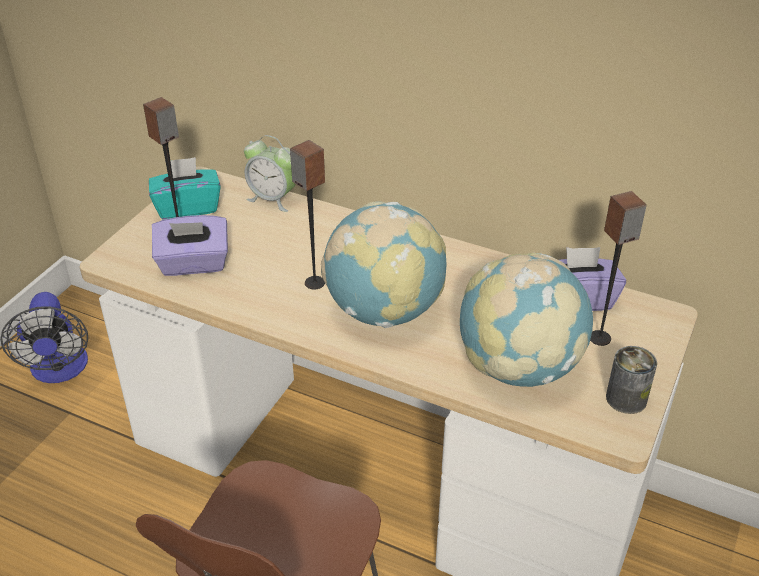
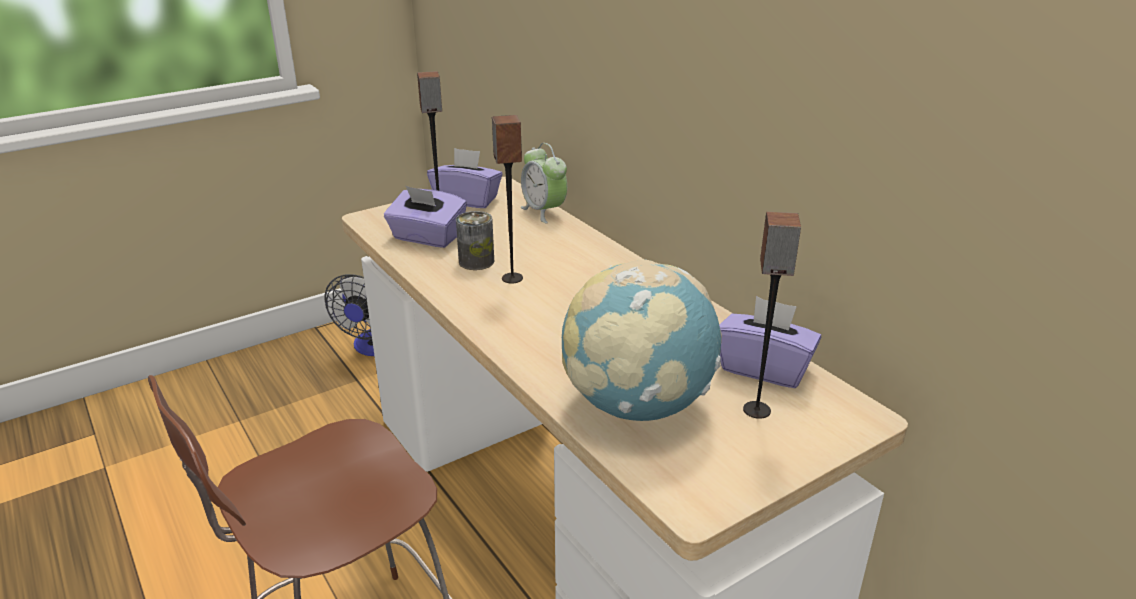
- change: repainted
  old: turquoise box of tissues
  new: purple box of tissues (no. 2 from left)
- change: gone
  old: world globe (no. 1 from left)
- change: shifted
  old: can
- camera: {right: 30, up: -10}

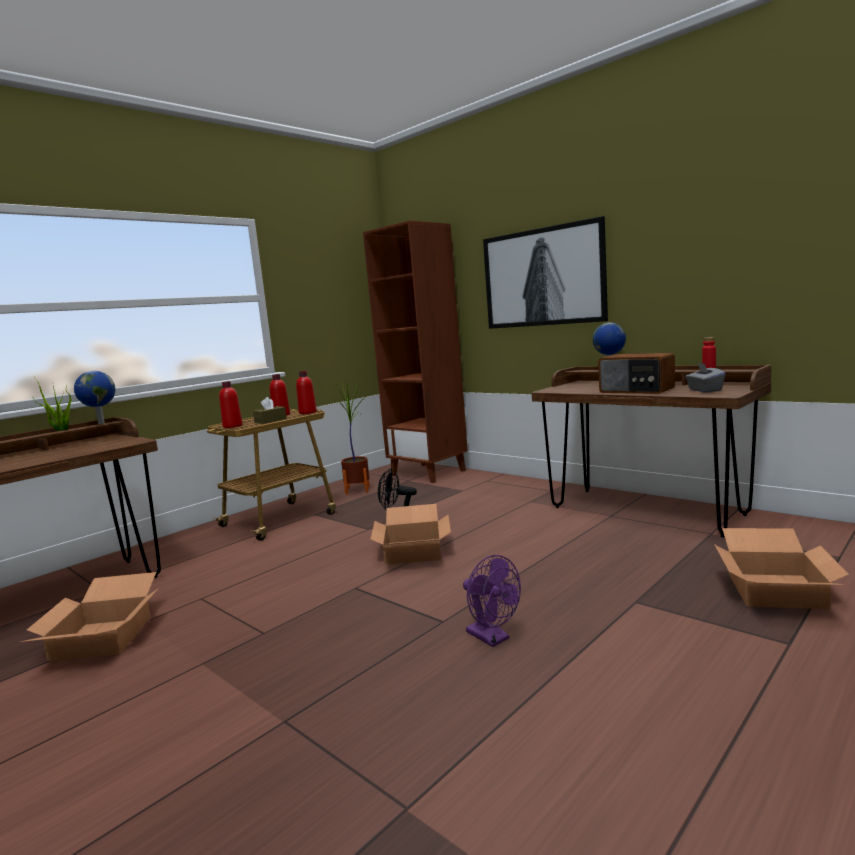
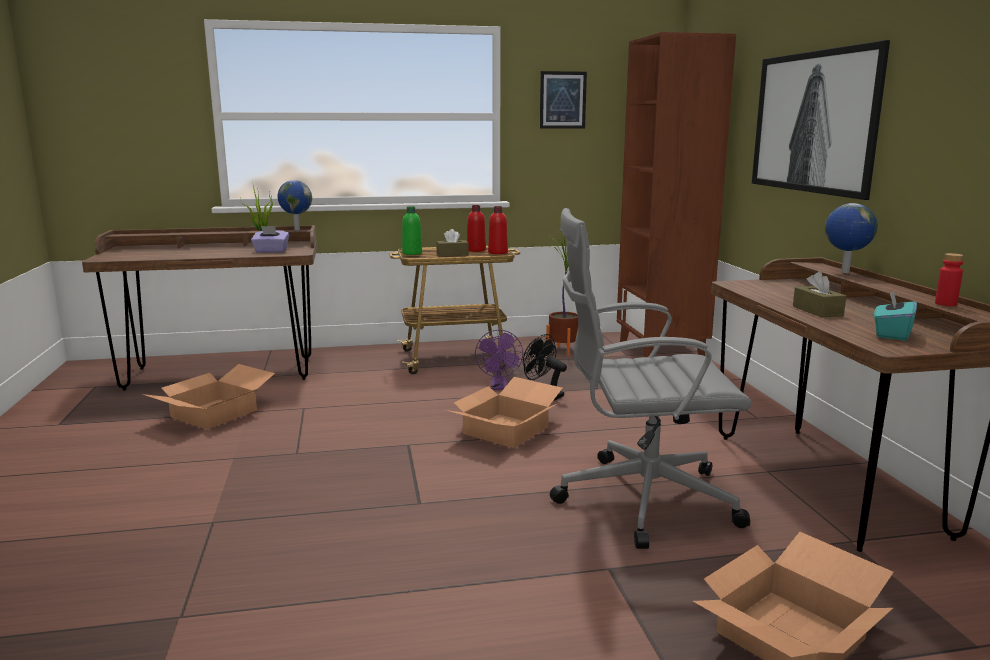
- change: swapped
  old: radio
  new: brown box of tissues (no. 2 from left)
- change: repainted
  old: greyish box of tissues
  new: turquoise box of tissues
- change: repainted
  old: reddish drink bottle (no. 1 from left)
  new: green-coloured drink bottle
- change: shifted
  old: purple cooling fan
- change: new
  new: picture (no. 1 from left)
- change: new
  new: greyish office chair
- change: new
  new: purple box of tissues
- camera: {right: 35, up: 5}

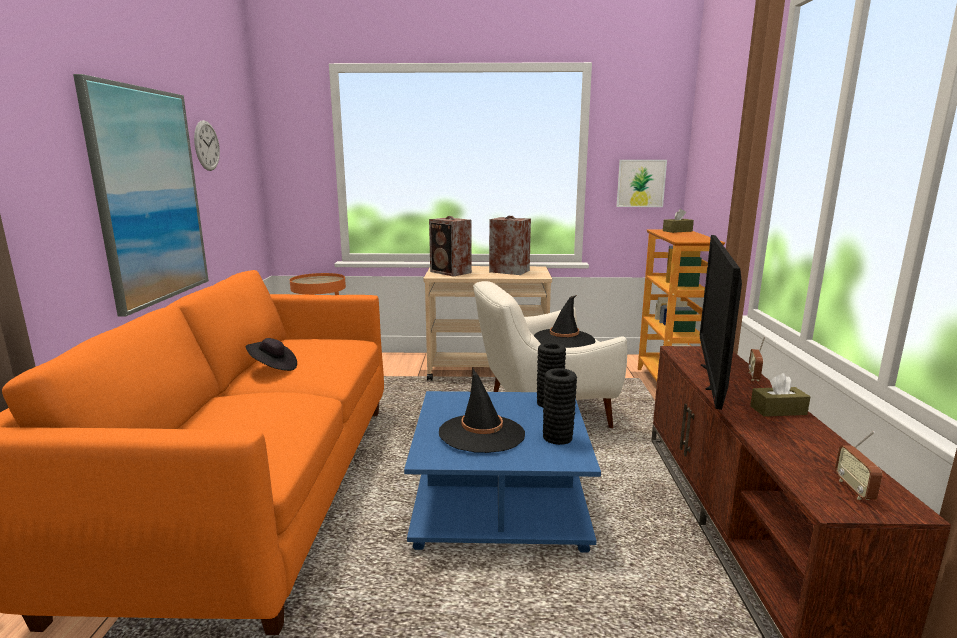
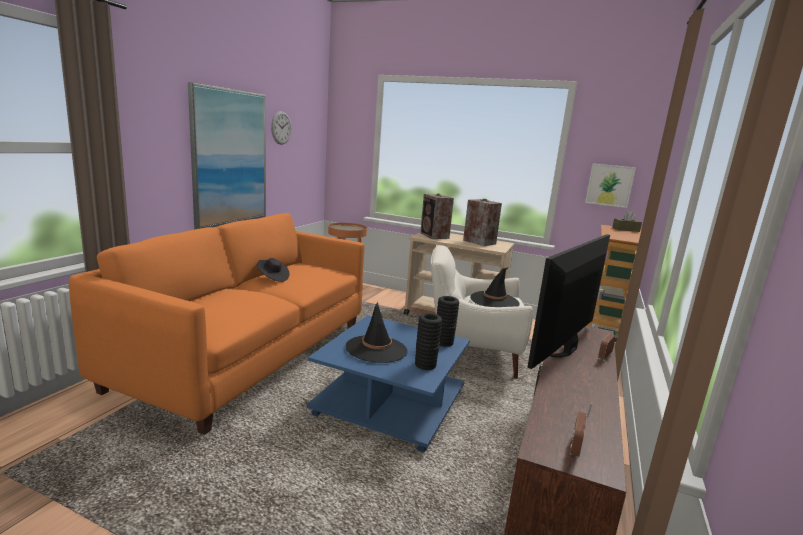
- change: gone
  old: brown box of tissues (no. 2 from left)
- camera: {right: 20, up: 0}

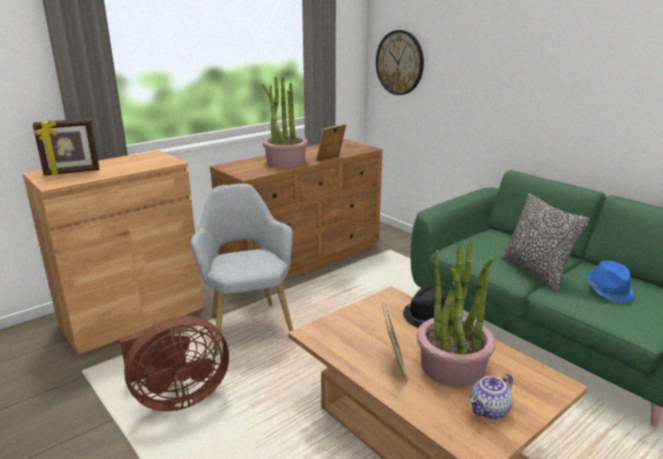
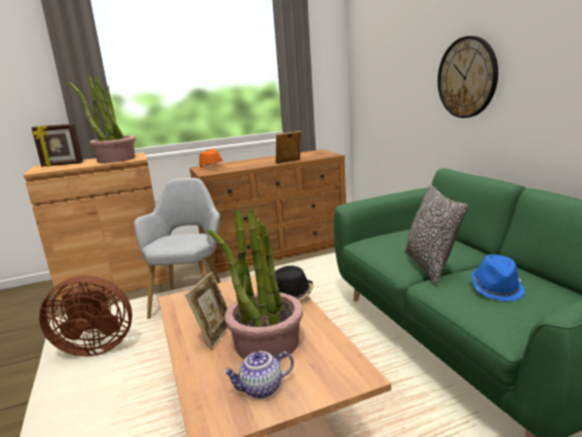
- change: shifted
  old: hanging clock
- change: shifted
  old: potted plant (no. 1 from left)
- change: new
  new: orange hat
- camera: {right: 20, up: -5}

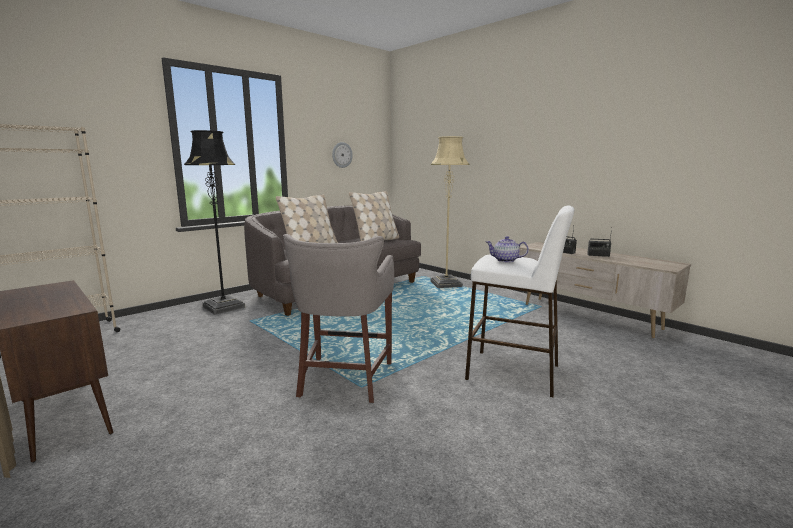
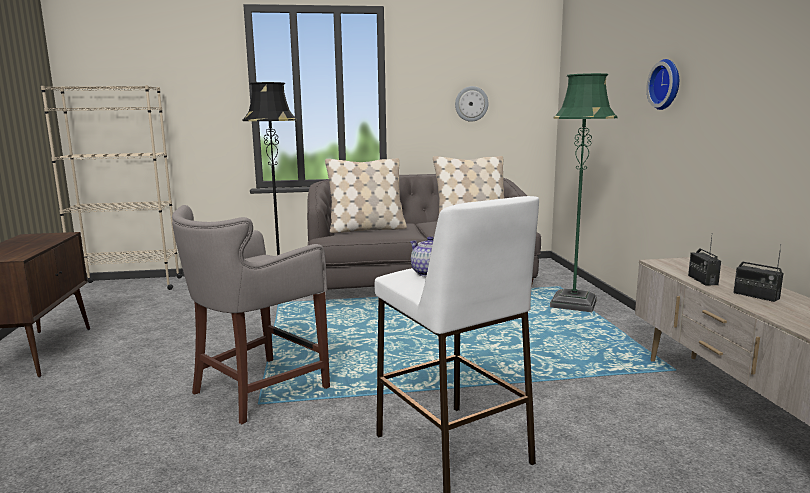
- change: repainted
  old: sand-coloured standing lamp
  new: green-coloured standing lamp
- change: new
  new: hanging clock (no. 2 from left)
- camera: {right: 35, up: 0}

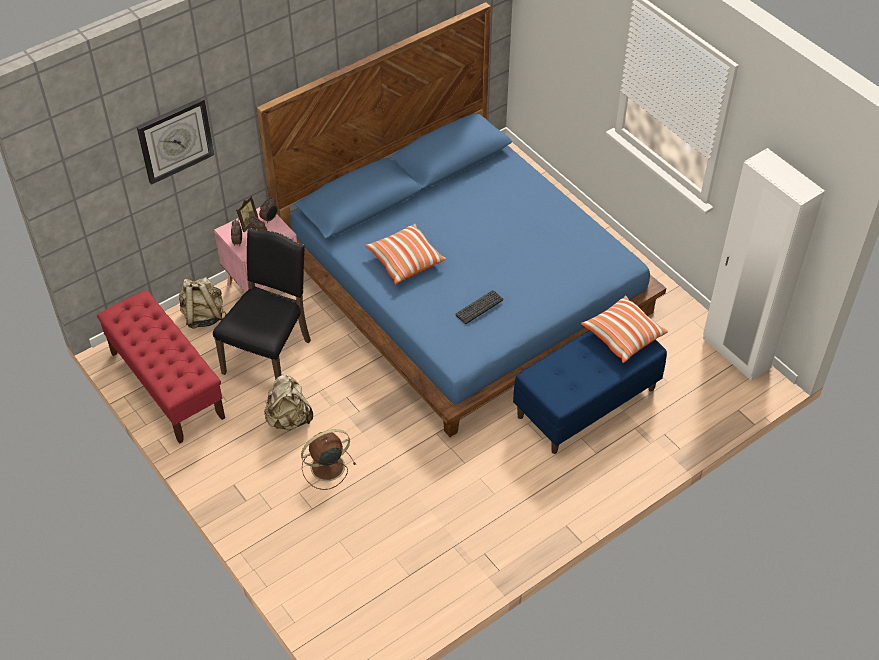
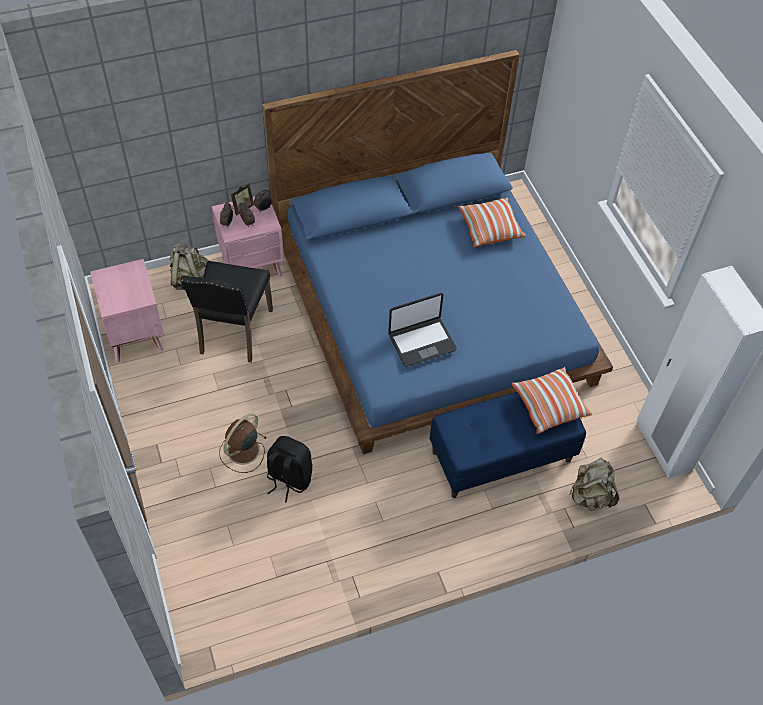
- change: gone
  old: hanging clock
- change: shifted
  old: pillow (no. 1 from left)
- change: rotated
  old: black-coloured upright chair
  degrees: 150
- change: swapped
  old: reddish bench
  new: pink-coloured night table (no. 1 from left)
- change: swapped
  old: computer keyboard
  new: portable computer
- change: shifted
  old: sand-coloured rucksack (no. 2 from left)
- change: rotated
  old: brown cooling fan
  degrees: -45
- change: new
  new: black-coloured rucksack
- camera: {right: 15, up: 5}

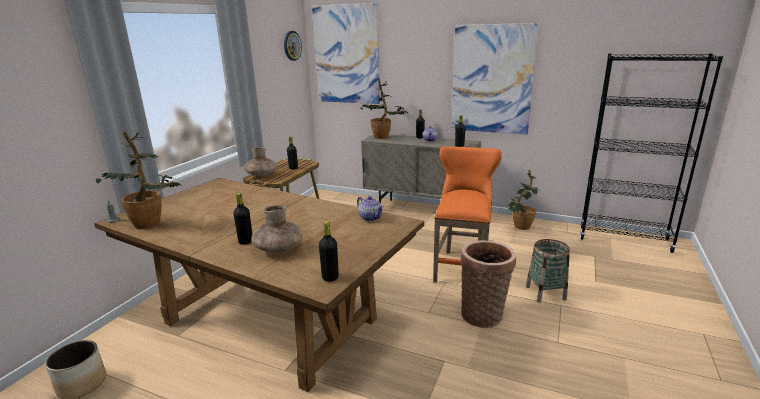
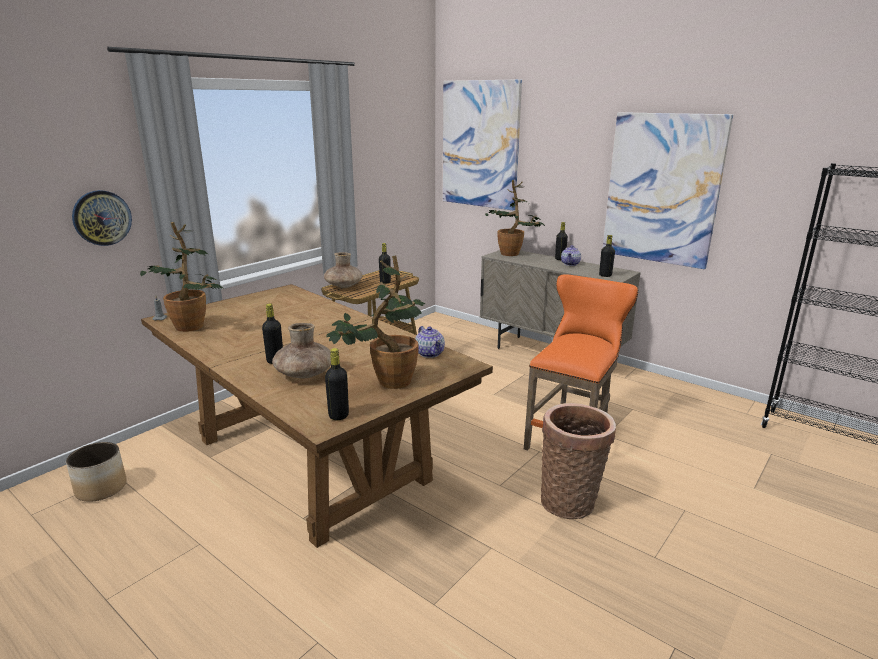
- change: shifted
  old: hanging clock
- change: shifted
  old: potted plant (no. 3 from left in the first image)
  new: potted plant (no. 2 from left)
- change: gone
  old: storage basket (no. 2 from left)
- camera: {right: 15, up: 0}

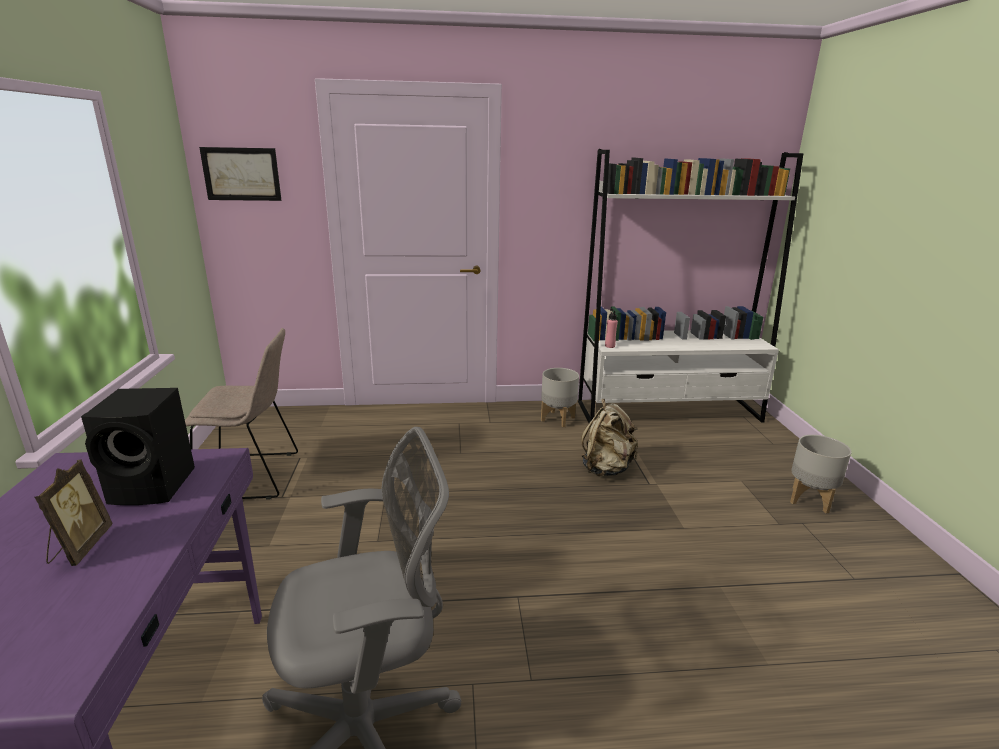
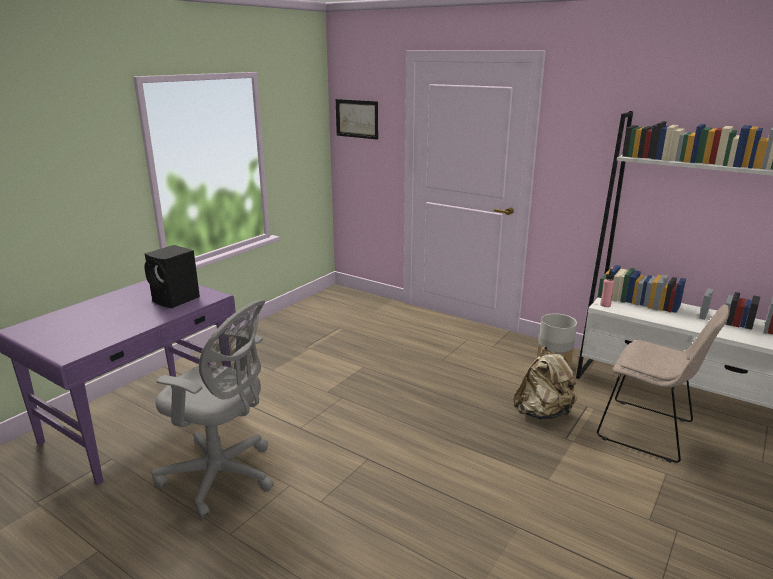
- change: shifted
  old: sand-coloured upright chair
- change: gone
  old: greyish plant pot (no. 2 from left)
- change: gone
  old: photo frame
- camera: {right: 40, up: 0}

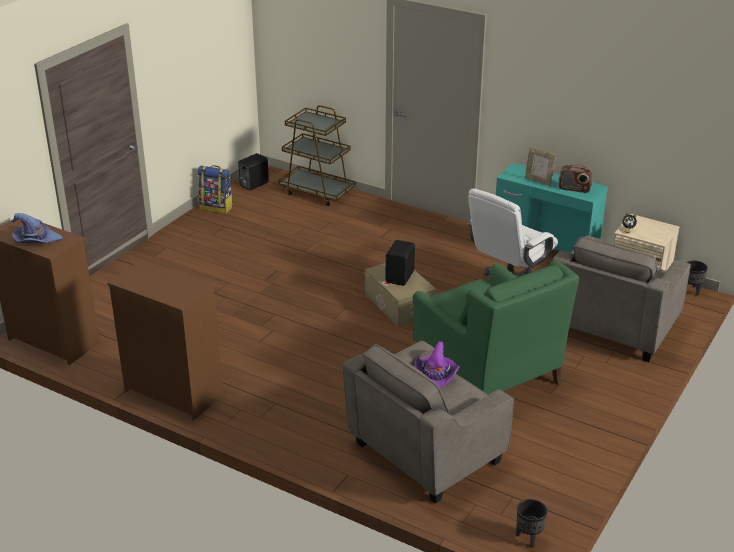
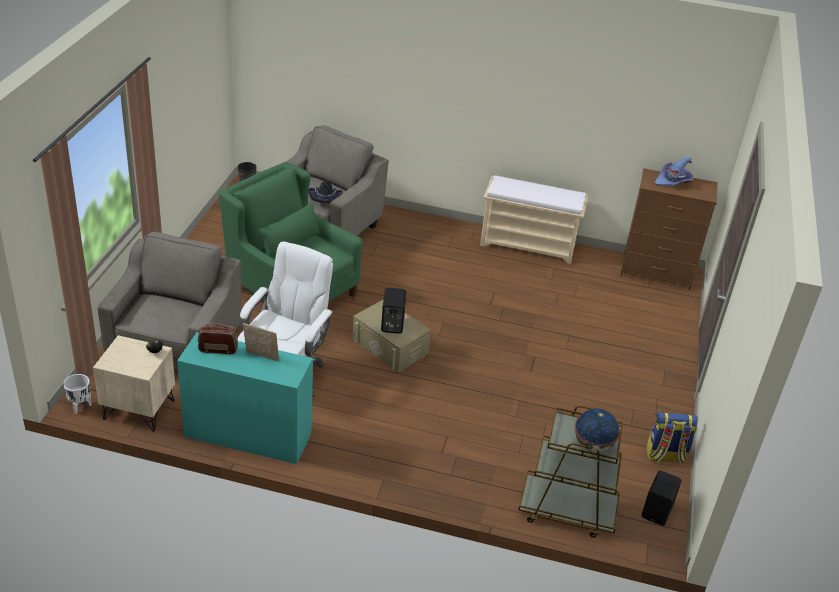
- change: swapped
  old: brown dresser (no. 2 from left)
  new: sand-coloured bench
- change: repainted
  old: black-coloured plant pot (no. 2 from left)
  new: white plant pot
- change: repainted
  old: purple hat (no. 2 from left)
  new: black-coloured hat
- change: new
  new: world globe
- camera: {right: 160, up: 5}

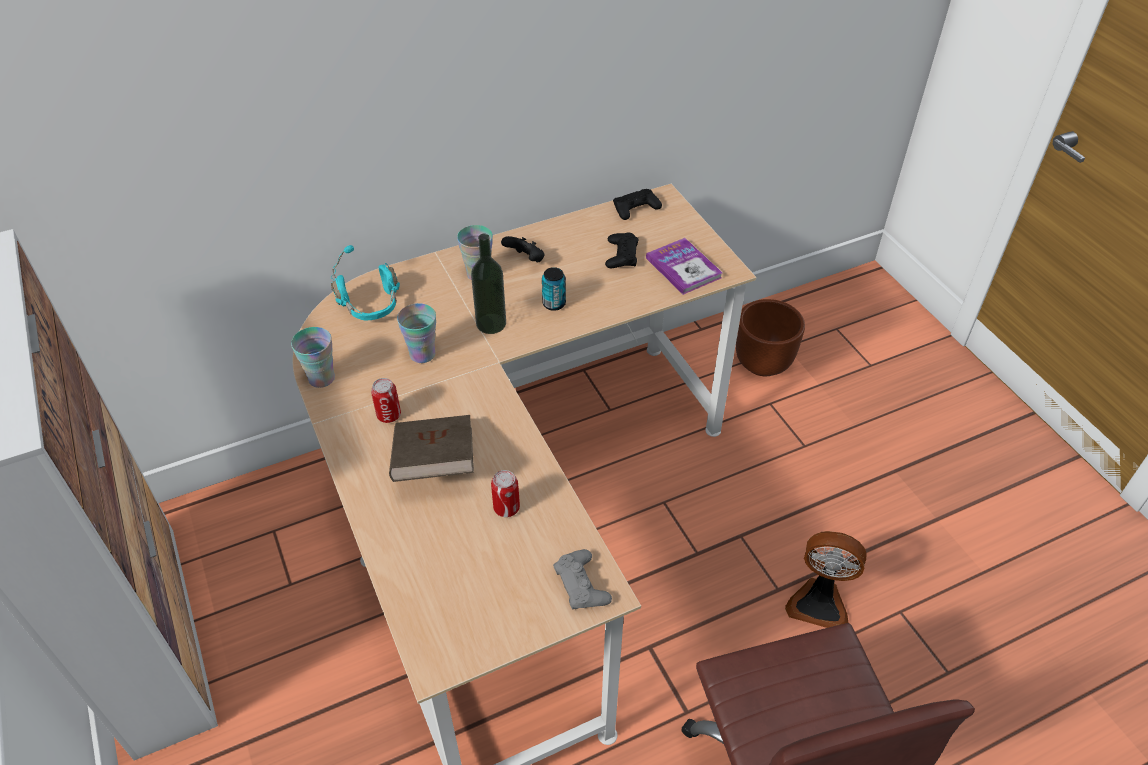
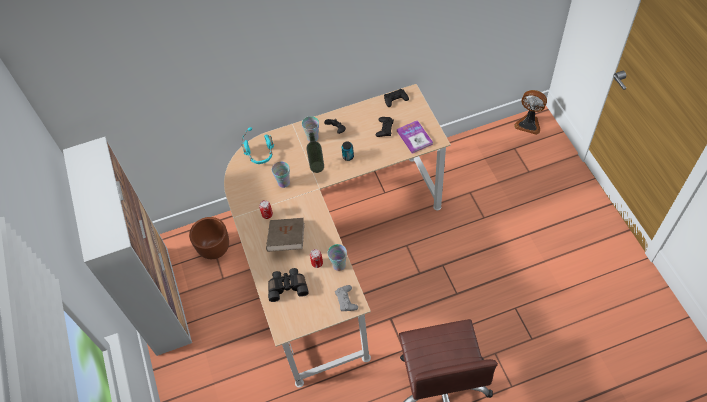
- change: shifted
  old: brown plant pot
- change: shifted
  old: small cup (no. 1 from left in the first image)
  new: small cup (no. 3 from left)
- change: shifted
  old: cooling fan
- change: new
  new: black-coloured binoculars
- camera: {right: 10, up: 10}

